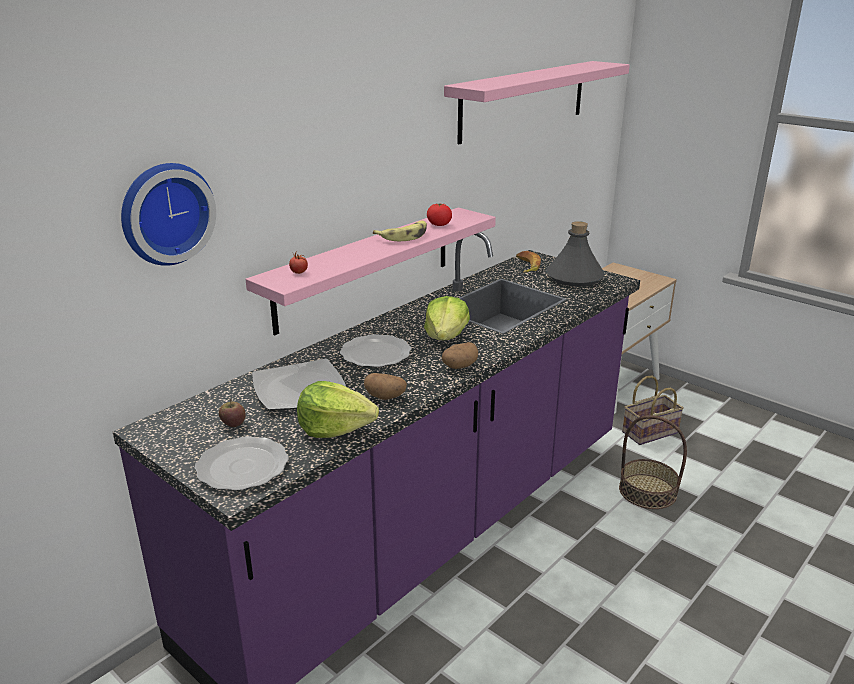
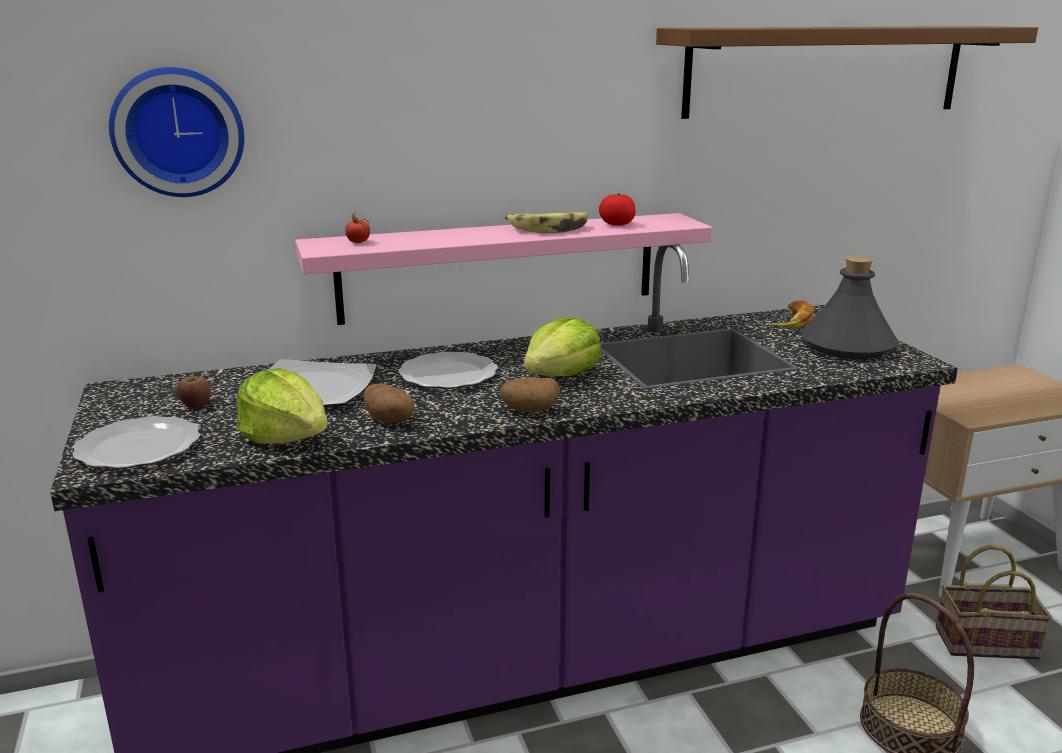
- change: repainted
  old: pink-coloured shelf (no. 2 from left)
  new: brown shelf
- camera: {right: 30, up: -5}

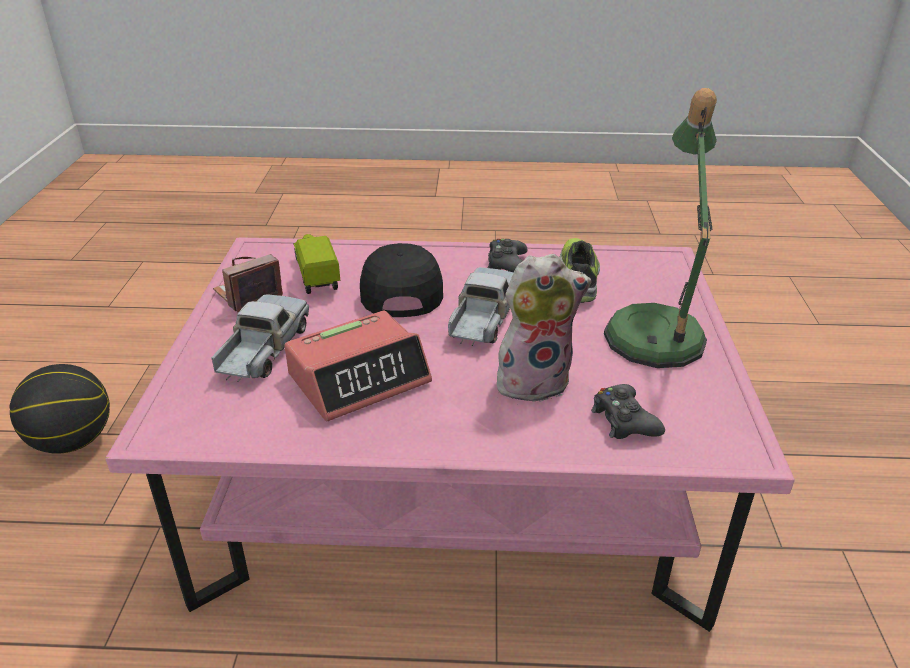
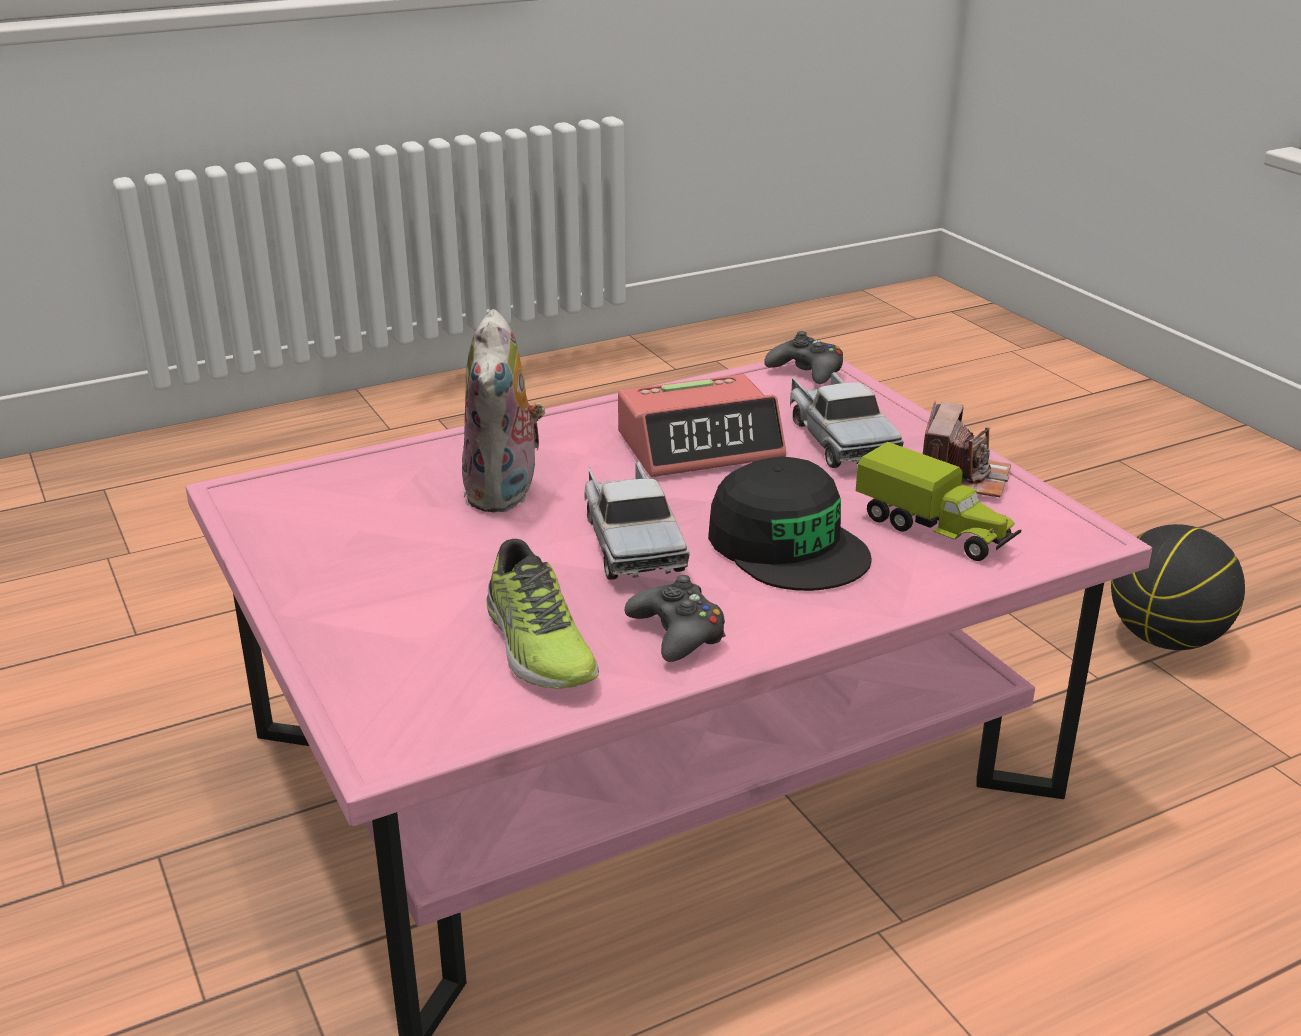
- change: gone
  old: lamp for a table
- change: rotated
  old: soft toy
  degrees: -45
- change: rotated
  old: alarm clock
  degrees: -135
- change: shifted
  old: black-coloured joypad (no. 2 from left)
- camera: {right: 150, up: -5}

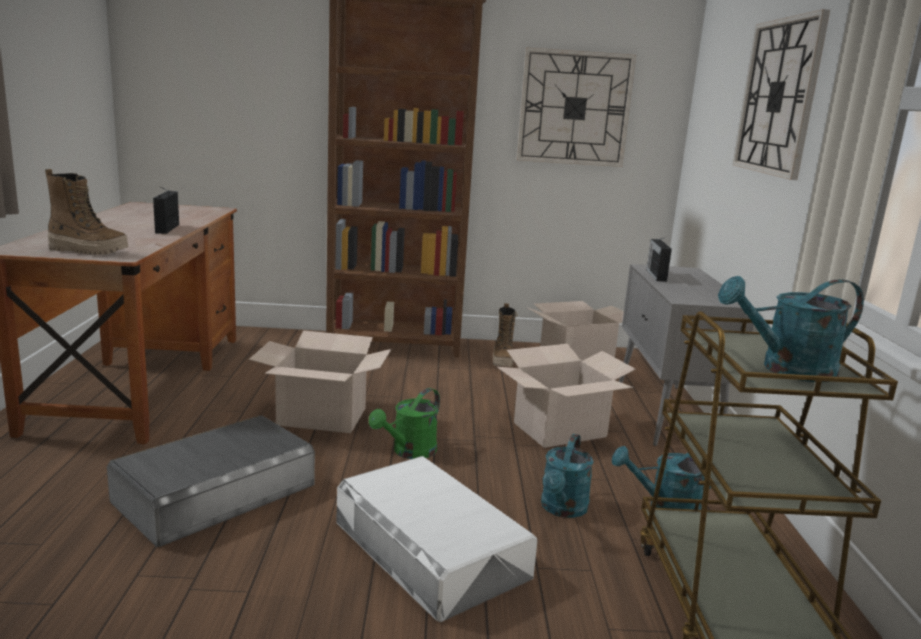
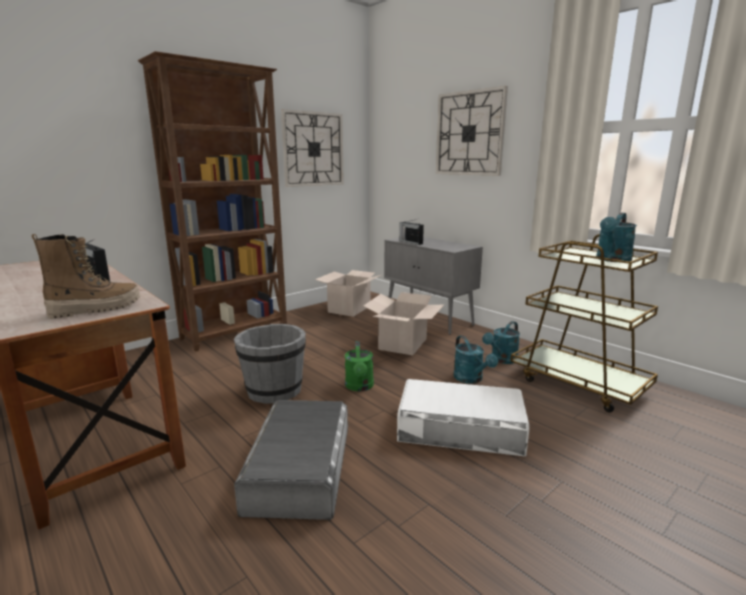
- change: gone
  old: tall boot (no. 2 from left)
- change: swapped
  old: packing box (no. 1 from left)
  new: greyish pail
- camera: {right: -40, up: 0}

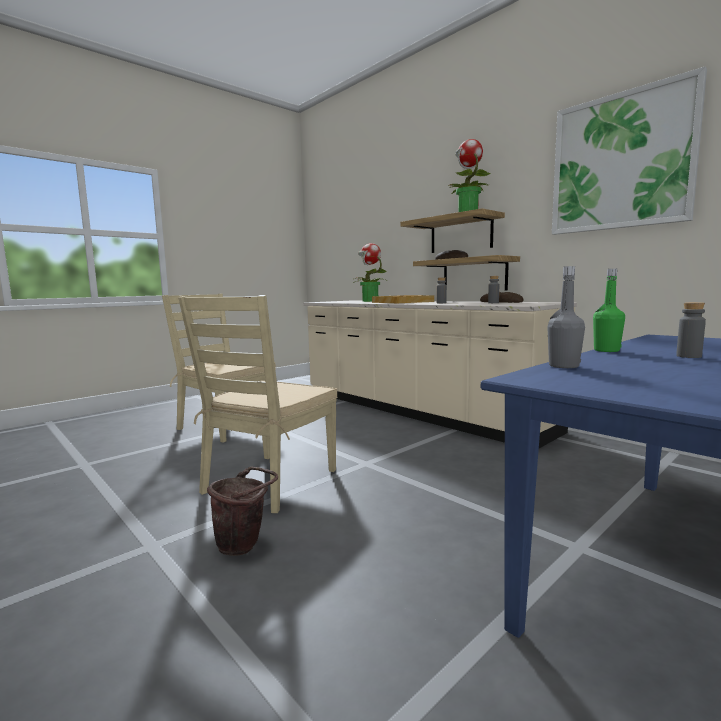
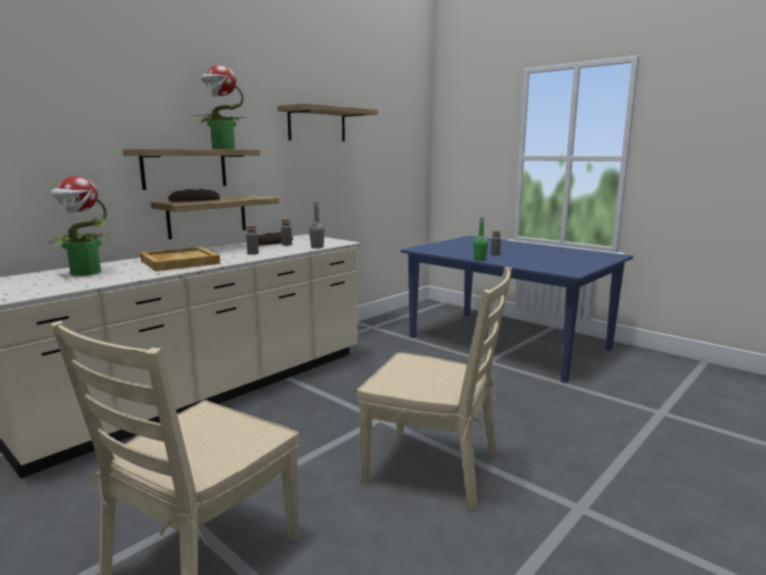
- change: swapped
  old: picture
  new: shelf (no. 3 from left)
- change: shifted
  old: greyish drink bottle (no. 3 from left)
- change: gone
  old: brown pail
- camera: {right: -95, up: 5}

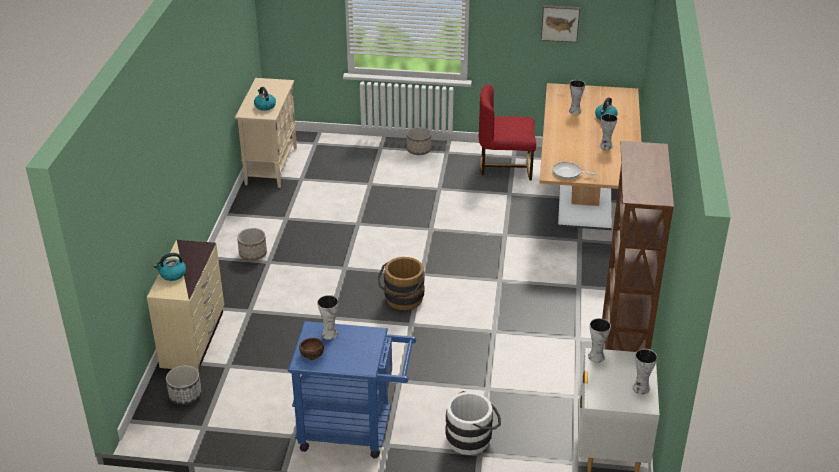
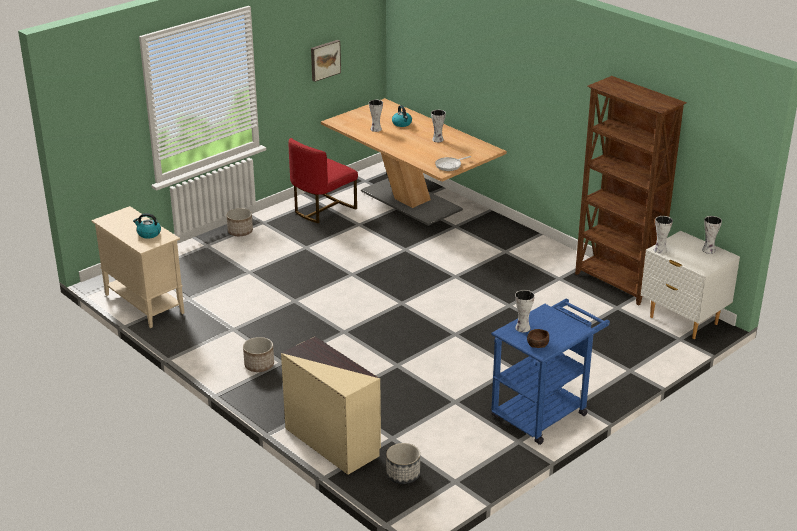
- change: gone
  old: kettle (no. 1 from left)
- change: gone
  old: brown pail
- change: gone
  old: white pail
- camera: {right: -50, up: -5}

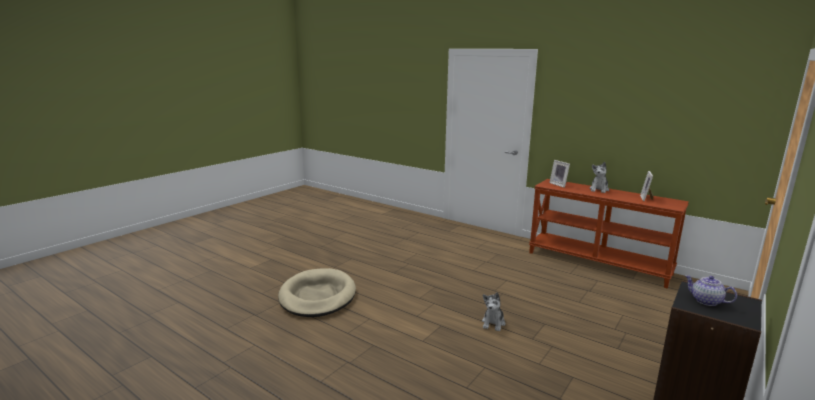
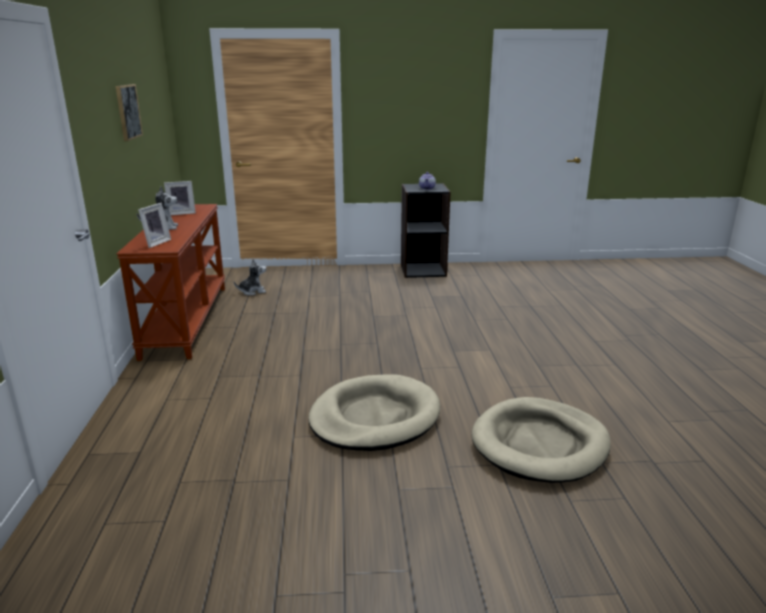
- change: shifted
  old: soft toy (no. 1 from left in the first image)
  new: soft toy (no. 2 from left)
- change: new
  new: picture
- change: new
  new: sand-coloured pet bed (no. 1 from left)
- camera: {right: -130, up: 5}

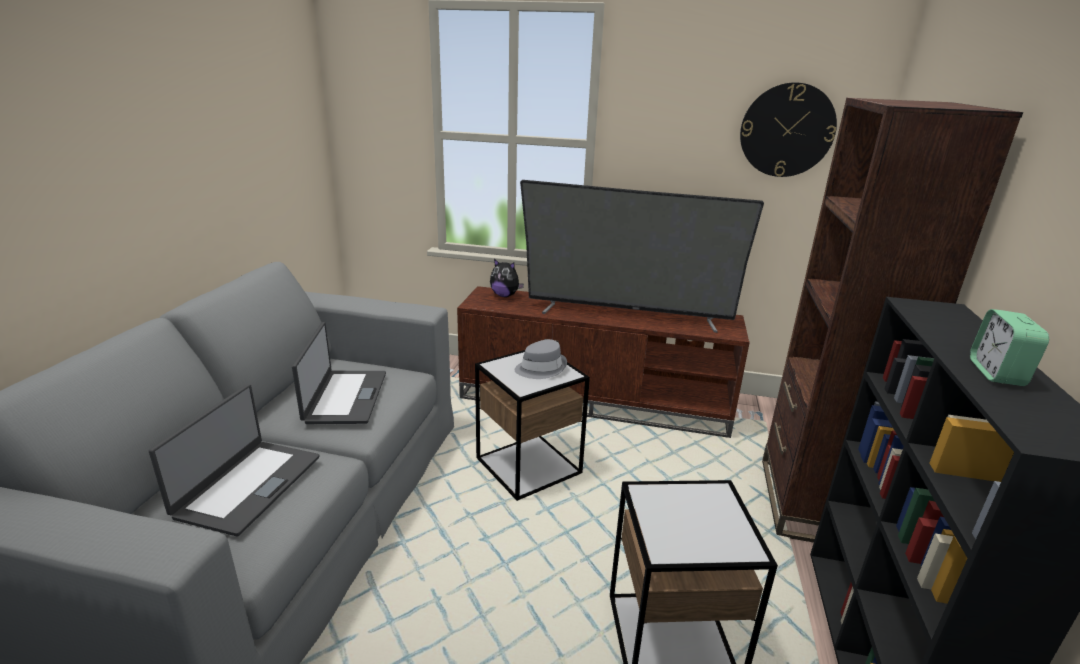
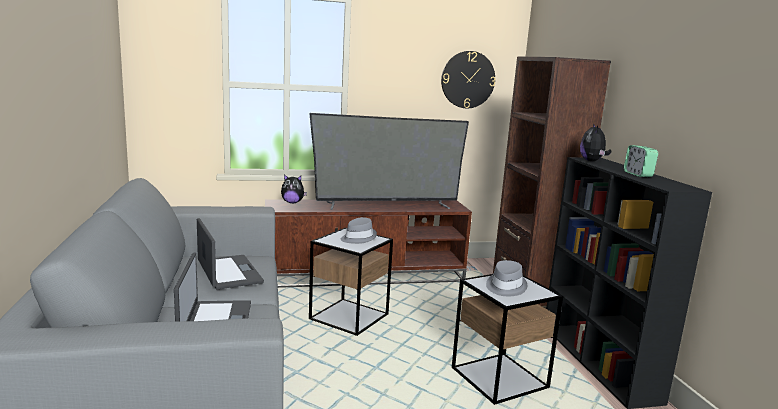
- change: new
  new: soft toy (no. 2 from left)
- change: new
  new: greyish hat (no. 2 from left)
- camera: {right: -25, up: -10}

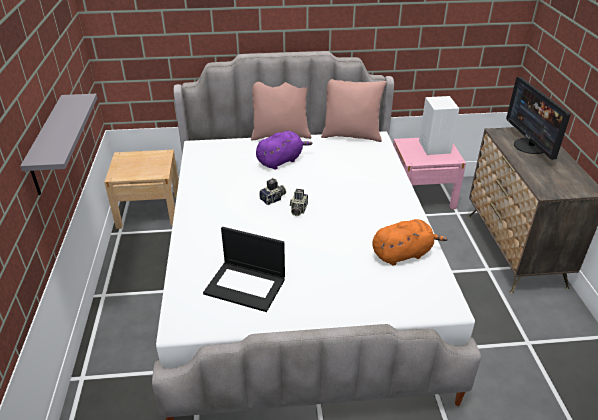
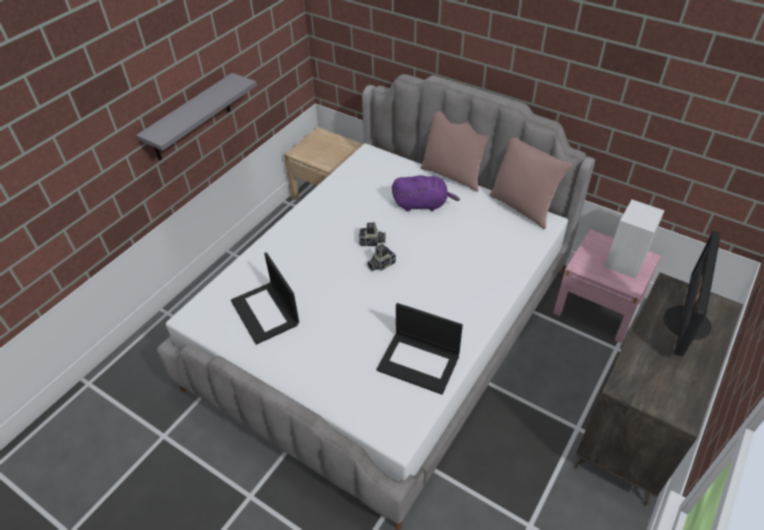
- change: swapped
  old: orange soft toy
  new: portable computer (no. 2 from left)
- camera: {right: 40, up: 10}

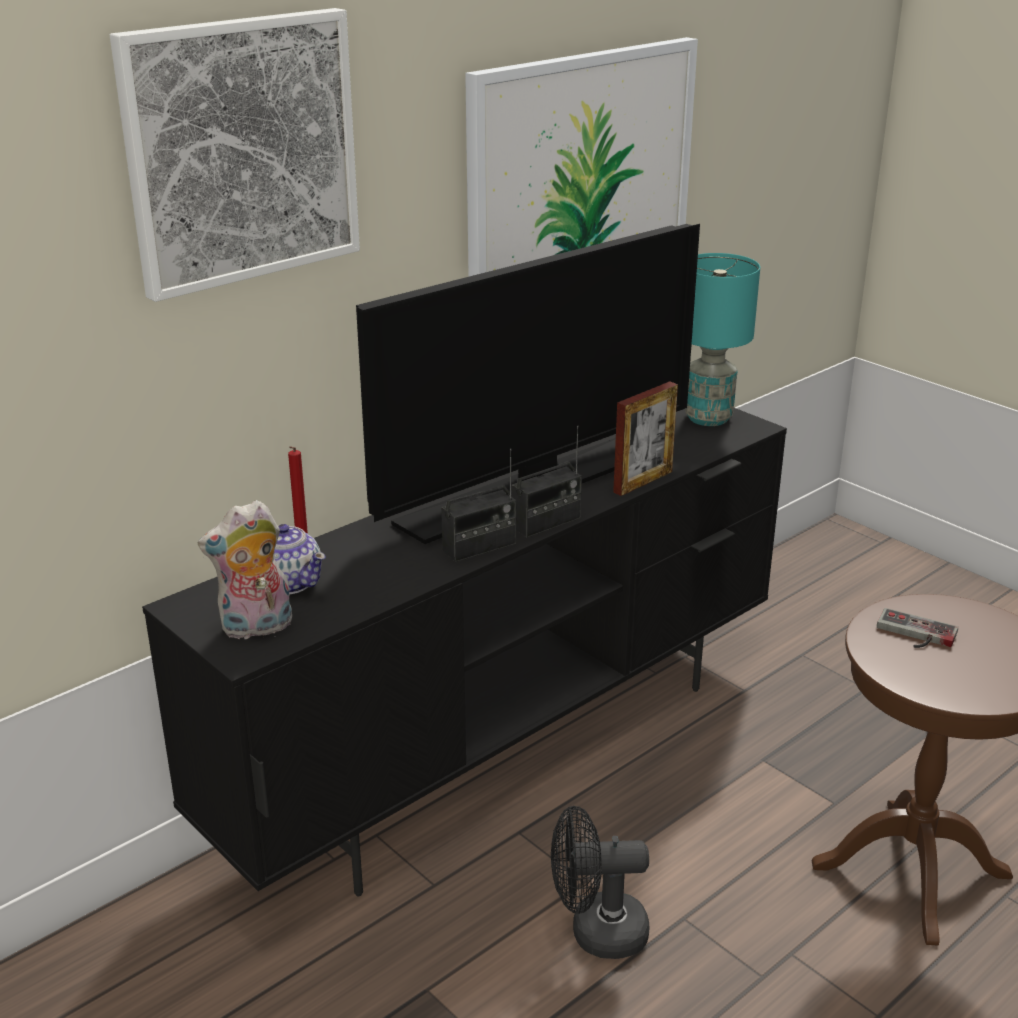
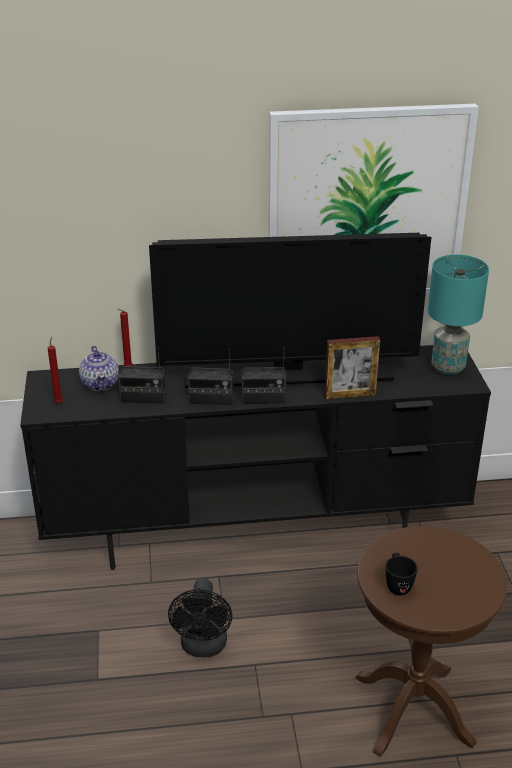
- change: gone
  old: picture (no. 1 from left)
- change: swapped
  old: soft toy
  new: reddish candle (no. 1 from left)
- change: gone
  old: joypad
- change: rotated
  old: black-coloured cooling fan
  degrees: -120
- change: new
  new: radio (no. 1 from left)
- change: new
  new: black-coloured tea mug
- camera: {right: 35, up: 5}

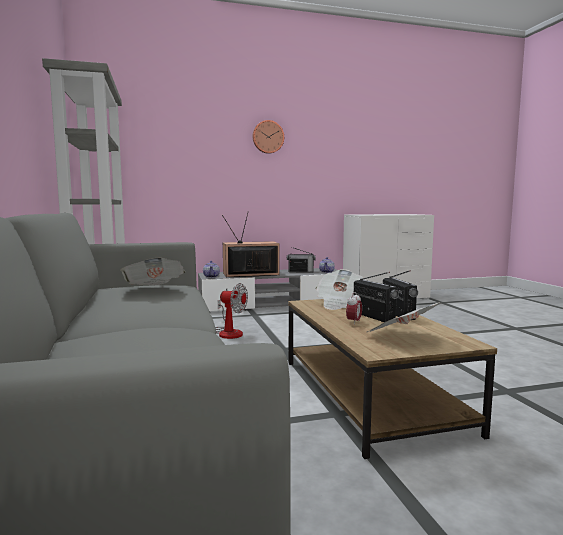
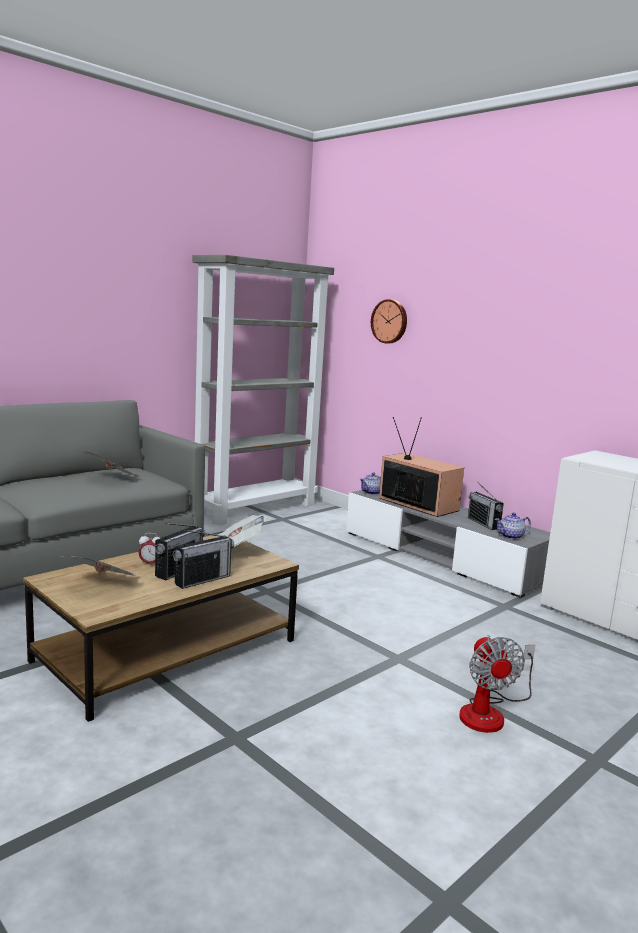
- change: shifted
  old: hanging clock
- change: shifted
  old: cooling fan
- camera: {right: 60, up: 5}

